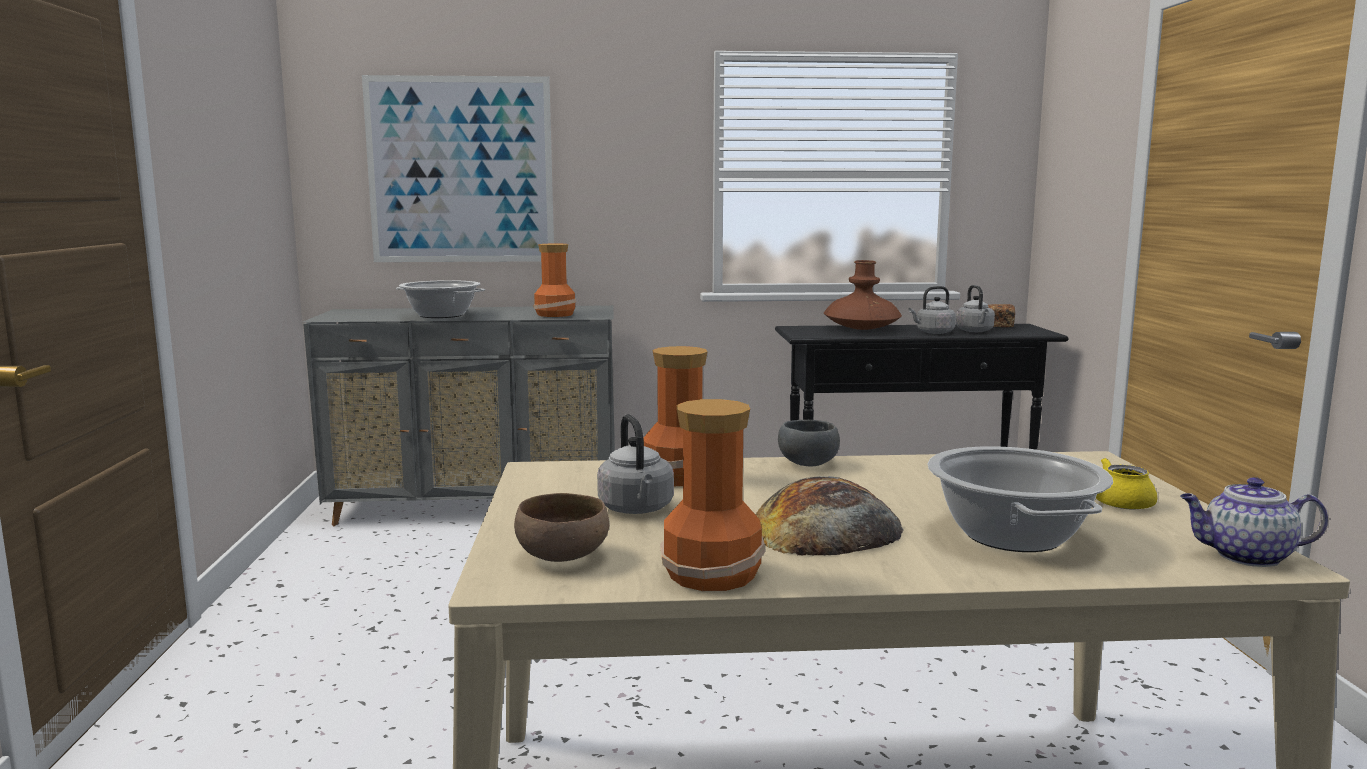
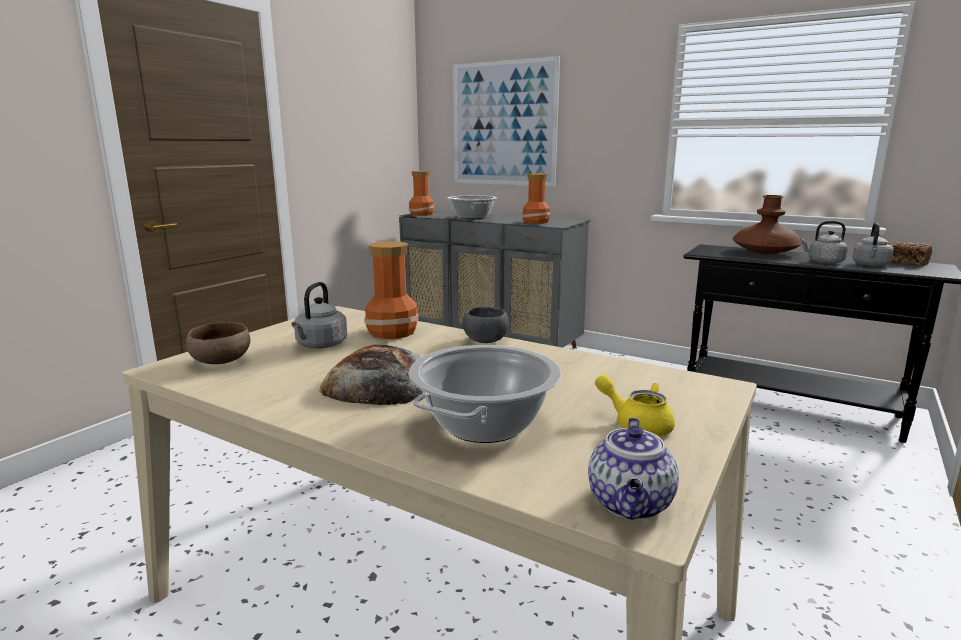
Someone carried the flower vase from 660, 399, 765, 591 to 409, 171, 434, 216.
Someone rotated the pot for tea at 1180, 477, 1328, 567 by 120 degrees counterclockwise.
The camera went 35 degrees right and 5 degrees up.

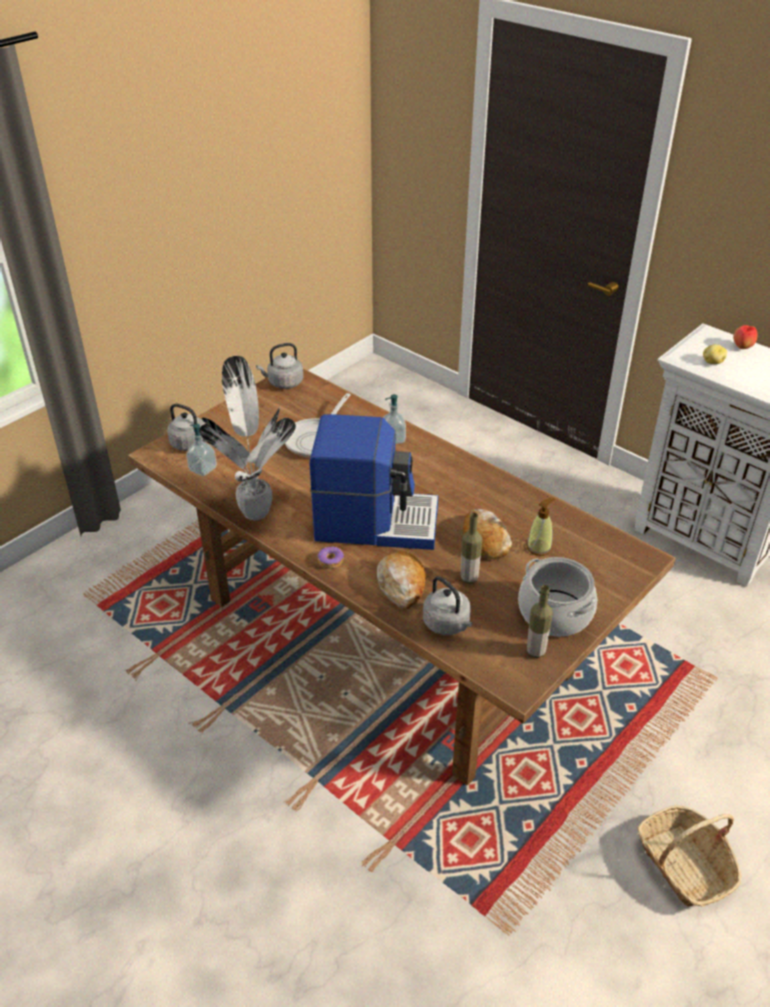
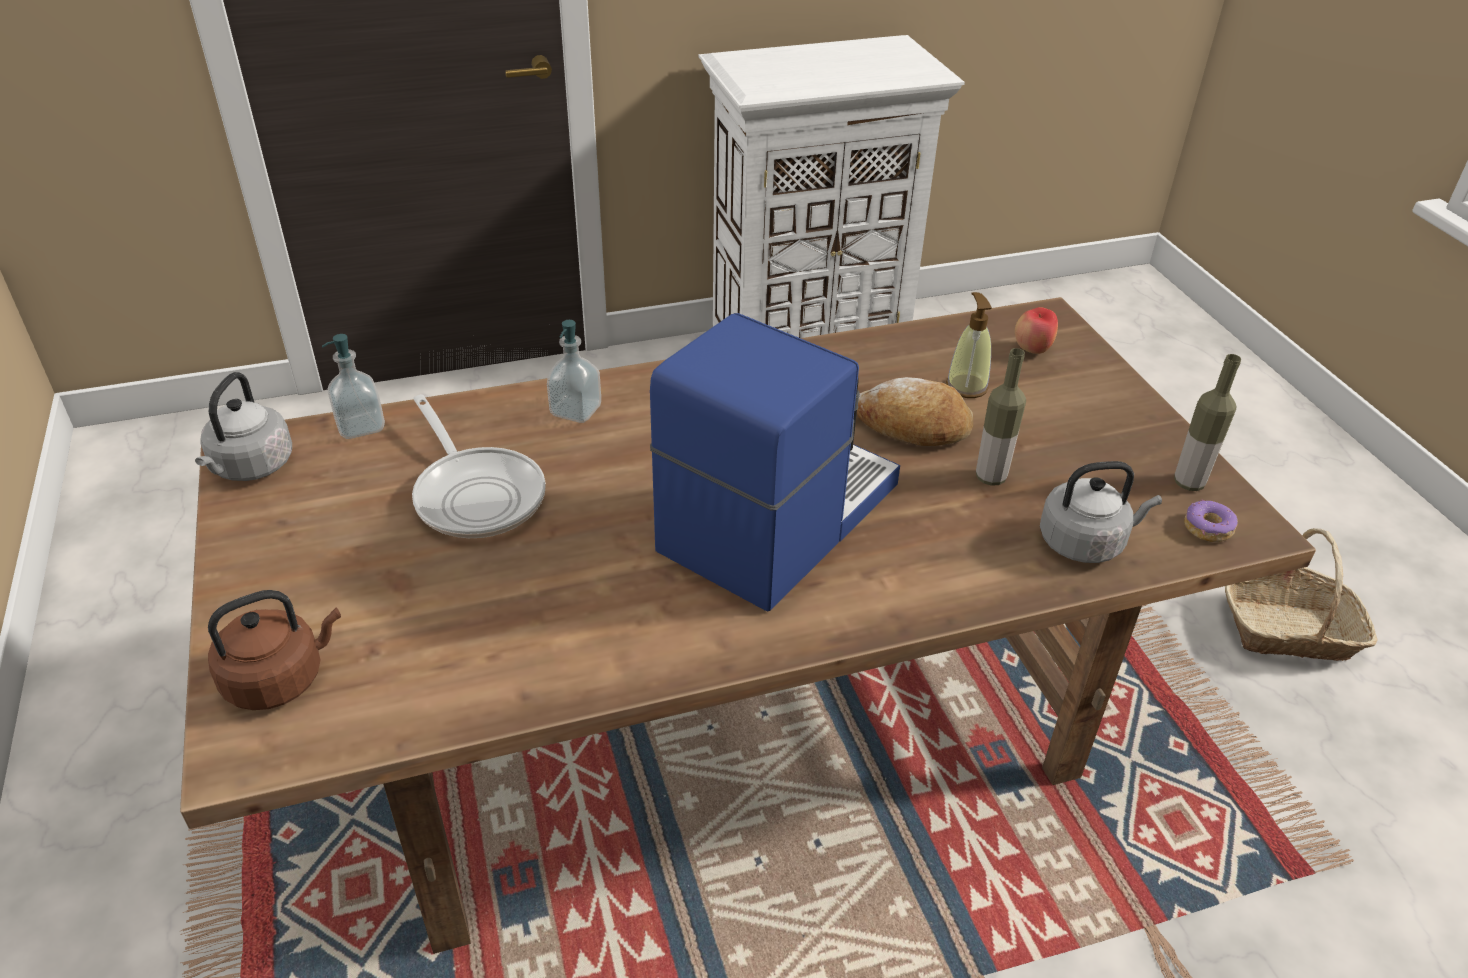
Someone carried the apple from 733, 325, 758, 349 to 1015, 307, 1058, 354.
Someone took away the spud at 703, 344, 727, 364.
Someone took away the potted plant at 199, 356, 296, 520.
Someone repainted the tea kettle (grey) at 167, 404, 206, 451, which became the tea kettle (brown) at 208, 590, 341, 710.
Someone carried the soap dispenser from 186, 424, 217, 476 to 322, 334, 385, 439.
Someone carried the donut from 317, 546, 344, 569 to 1184, 500, 1238, 542.
Someone took away the bread at 377, 551, 426, 610.
Someone took away the stockpot at 518, 557, 597, 636.
The camera went 60 degrees left and 0 degrees up.

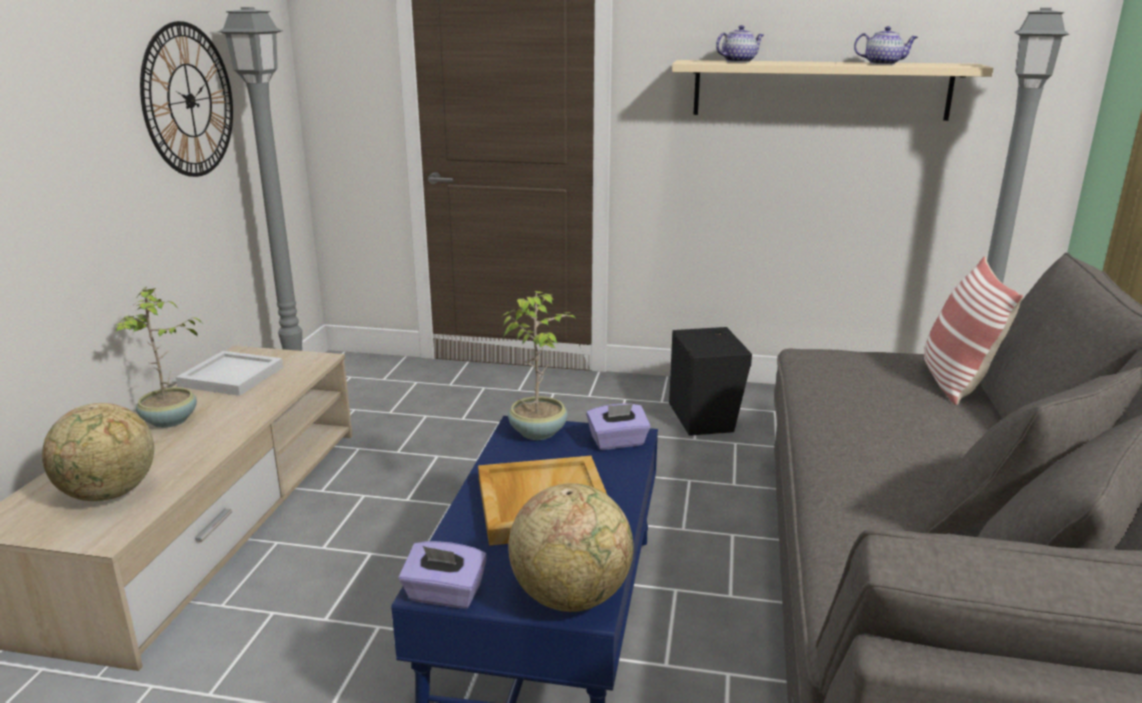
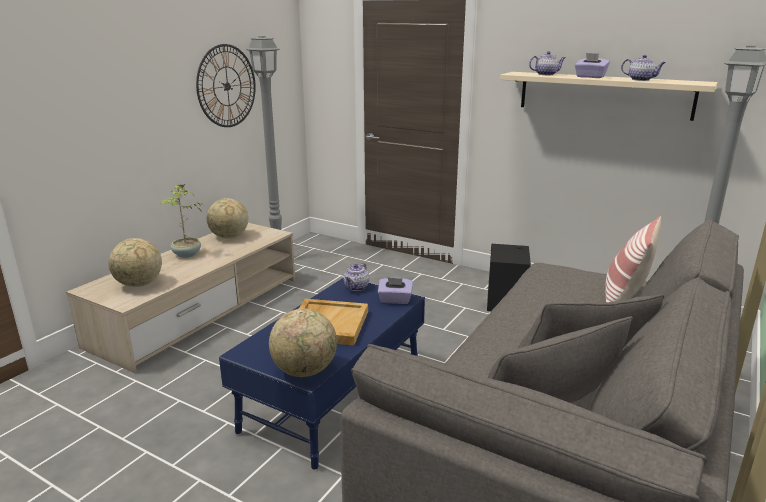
Someone swapped the potted plant at 501, 291, 578, 440 for the pot for tea at 343, 263, 369, 291.
Someone swapped the tray (whitish) at 176, 351, 283, 396 for the world globe at 207, 198, 249, 238.
Someone carried the tissue holder (purplish) from 399, 541, 487, 608 to 575, 53, 610, 78.
The camera went 20 degrees right and 0 degrees up.

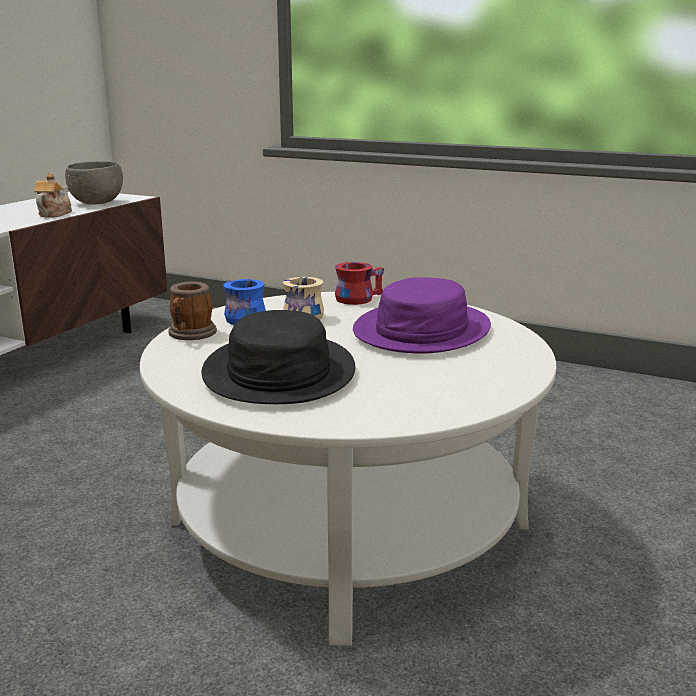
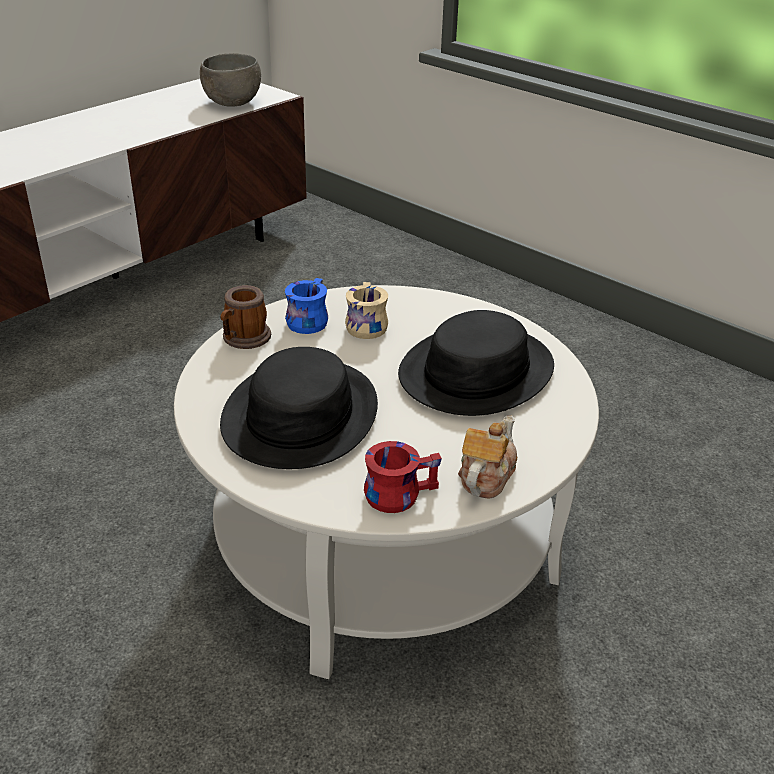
Someone carried the pot for tea from 34, 173, 72, 218 to 458, 416, 517, 498.
Someone carried the coffee mug (red-coloured) from 335, 262, 384, 305 to 364, 441, 442, 513.
Someone repainted the hat (purplish) at 353, 277, 491, 354, which became the hat (black) at 398, 310, 554, 416.
The camera went 15 degrees right and 15 degrees up.

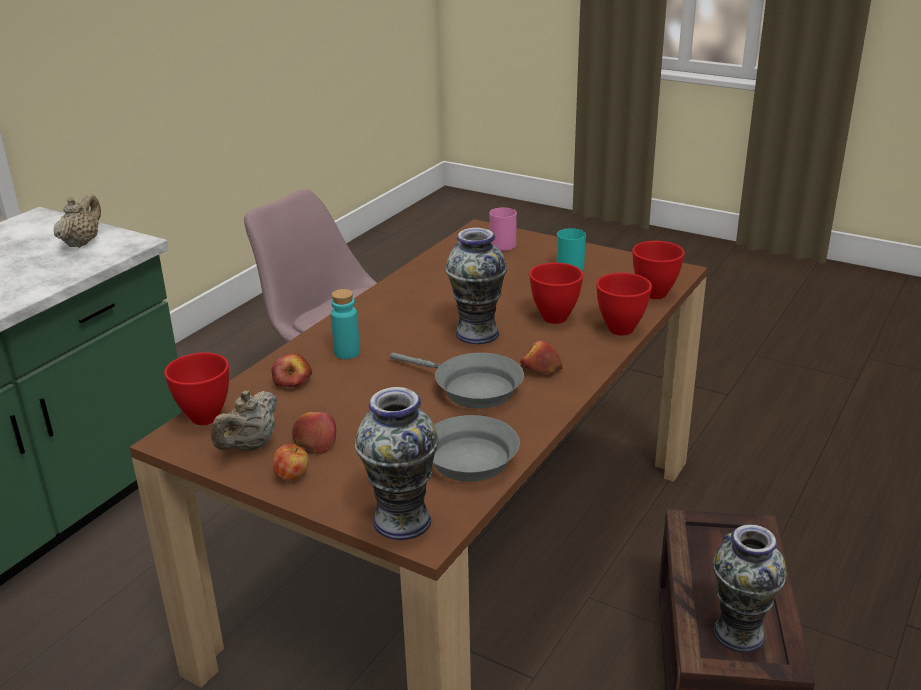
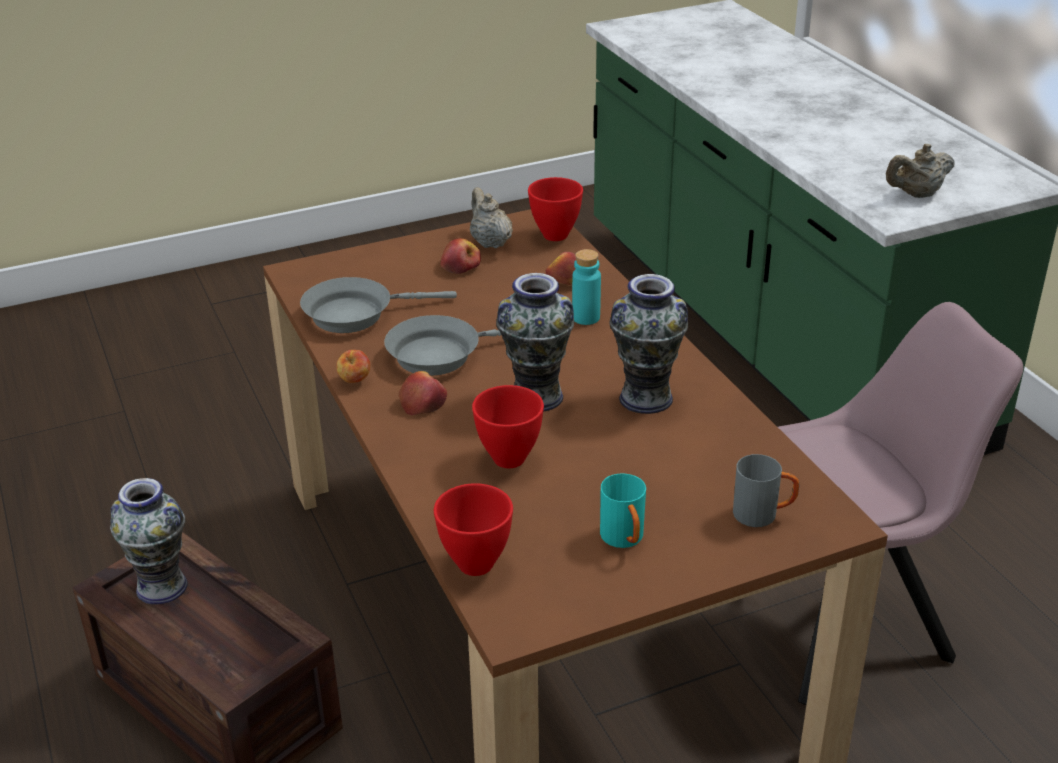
Someone rotated the pot for tea (beige-coloured) at 54, 194, 101, 248 by 105 degrees clockwise.
Someone repainted the coffee mug (pink-coloured) at 489, 208, 517, 251, which became the coffee mug (grey) at 733, 454, 799, 527.
Someone took away the serving bowl (red-coloured) at 596, 273, 652, 335.
Someone carried the flower vase from 355, 387, 438, 540 to 609, 274, 688, 414.
Someone carried the apple from 273, 444, 309, 482 to 336, 350, 370, 383.
The camera went 125 degrees right and 5 degrees up.

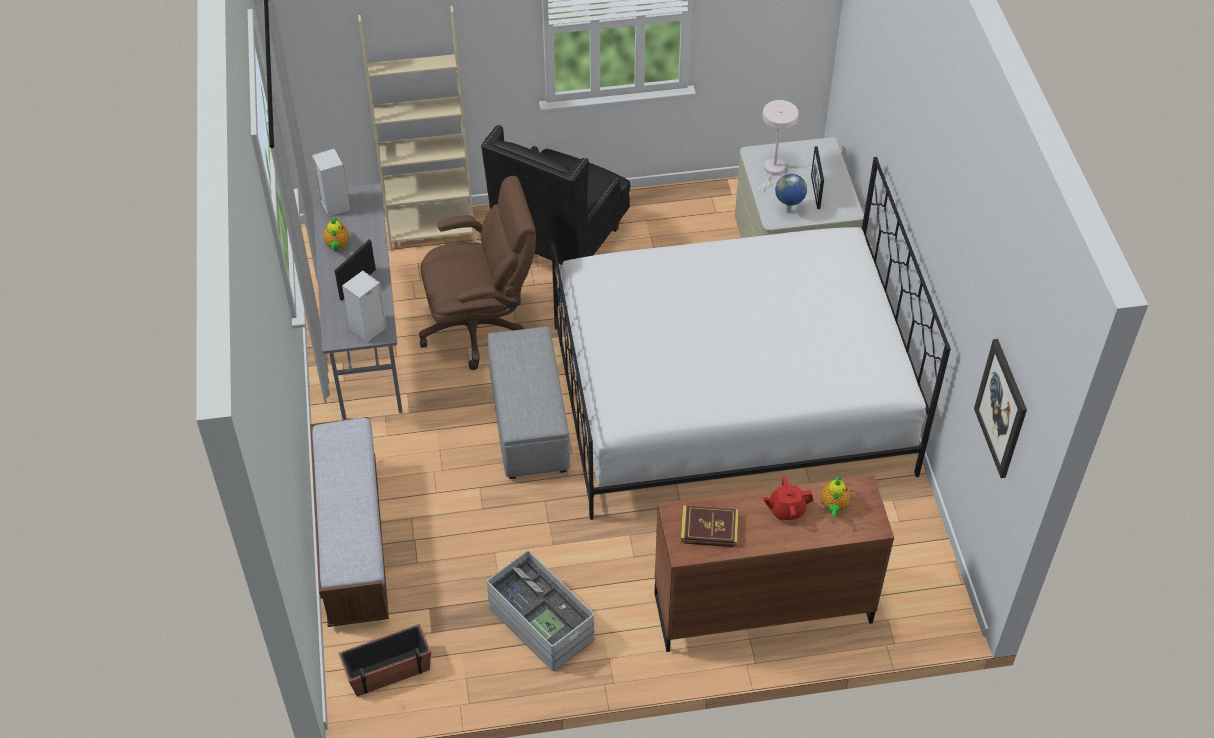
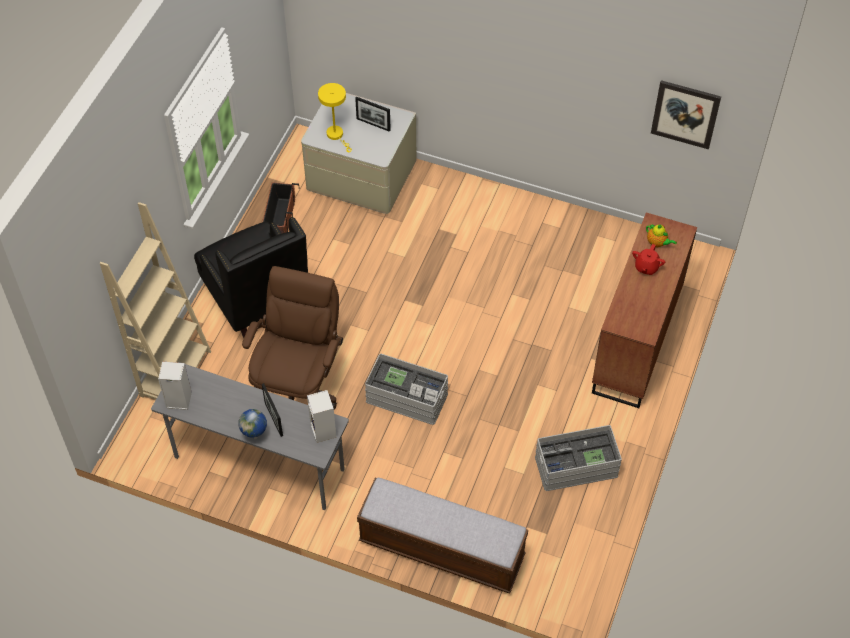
Someone repainted the table lamp (whitish) at 758, 100, 798, 191, which became the table lamp (yellow) at 318, 83, 352, 152.
Someone took away the bed (whitish) at 551, 157, 951, 520.
Someone carried the world globe from 775, 174, 807, 213 to 238, 409, 267, 439.
Someone took away the pot for tea at 323, 217, 349, 250.
Someone swapped the footrest (grey) at 488, 327, 570, 479 for the storage box (grey) at 365, 354, 448, 425.
Someone took away the book at 680, 505, 739, 547.
Someone carried the flower pot from 339, 624, 431, 697 to 262, 182, 299, 233.
The camera went 60 degrees left and 5 degrees up.

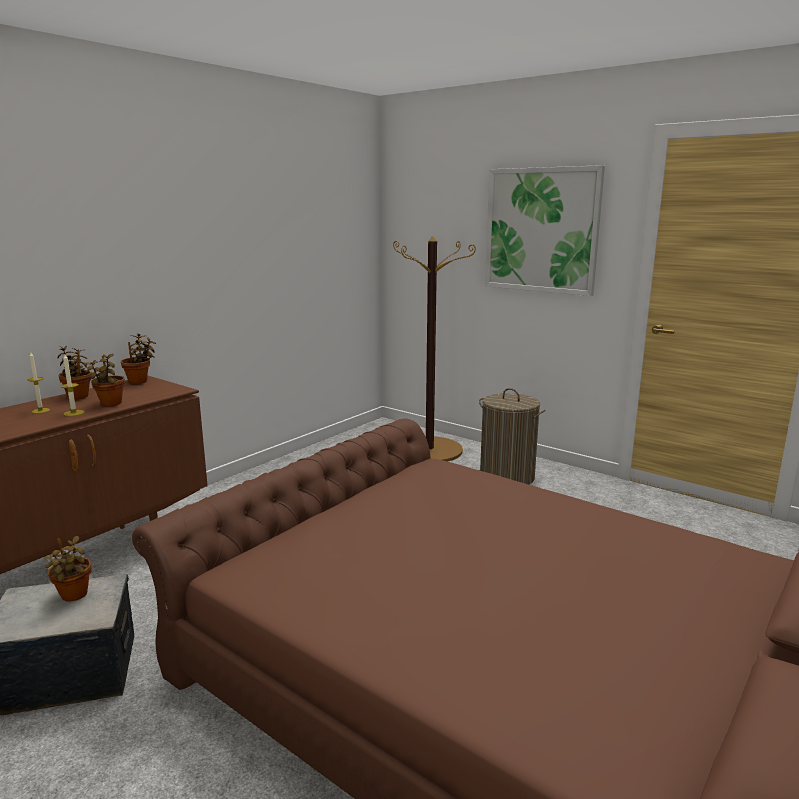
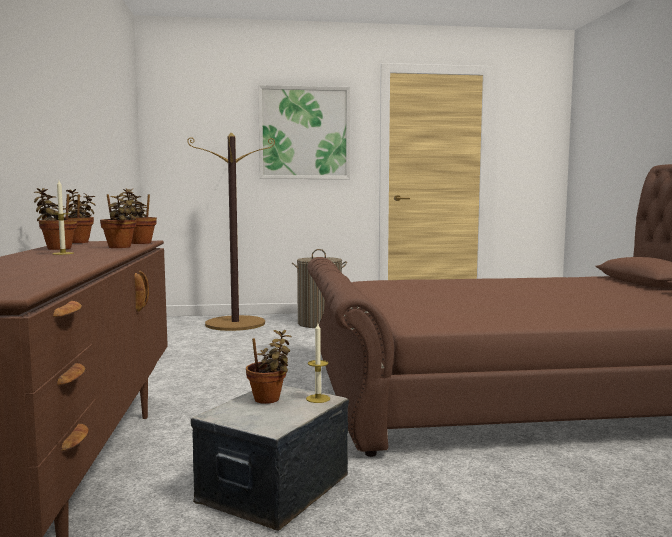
Someone carried the candle from 61, 354, 84, 416 to 306, 323, 330, 403.
Someone put down the potted plant at 122, 189, 157, 244.
The camera went 45 degrees left and 10 degrees down.

